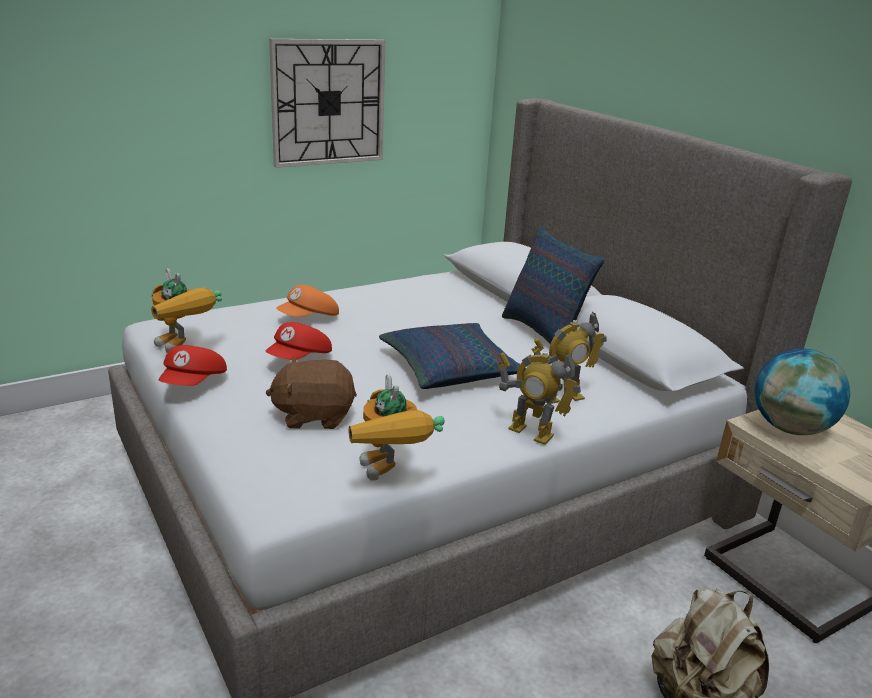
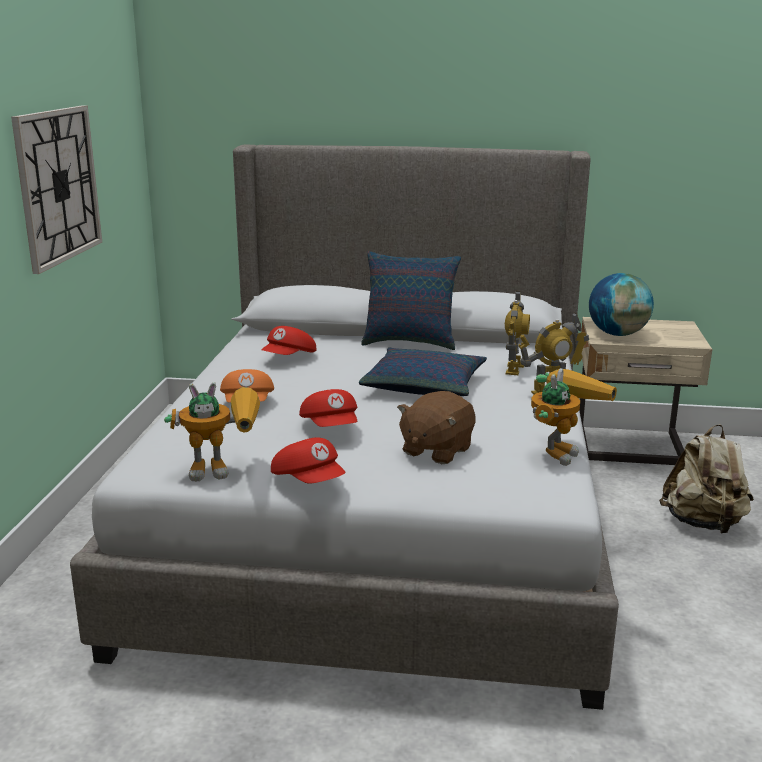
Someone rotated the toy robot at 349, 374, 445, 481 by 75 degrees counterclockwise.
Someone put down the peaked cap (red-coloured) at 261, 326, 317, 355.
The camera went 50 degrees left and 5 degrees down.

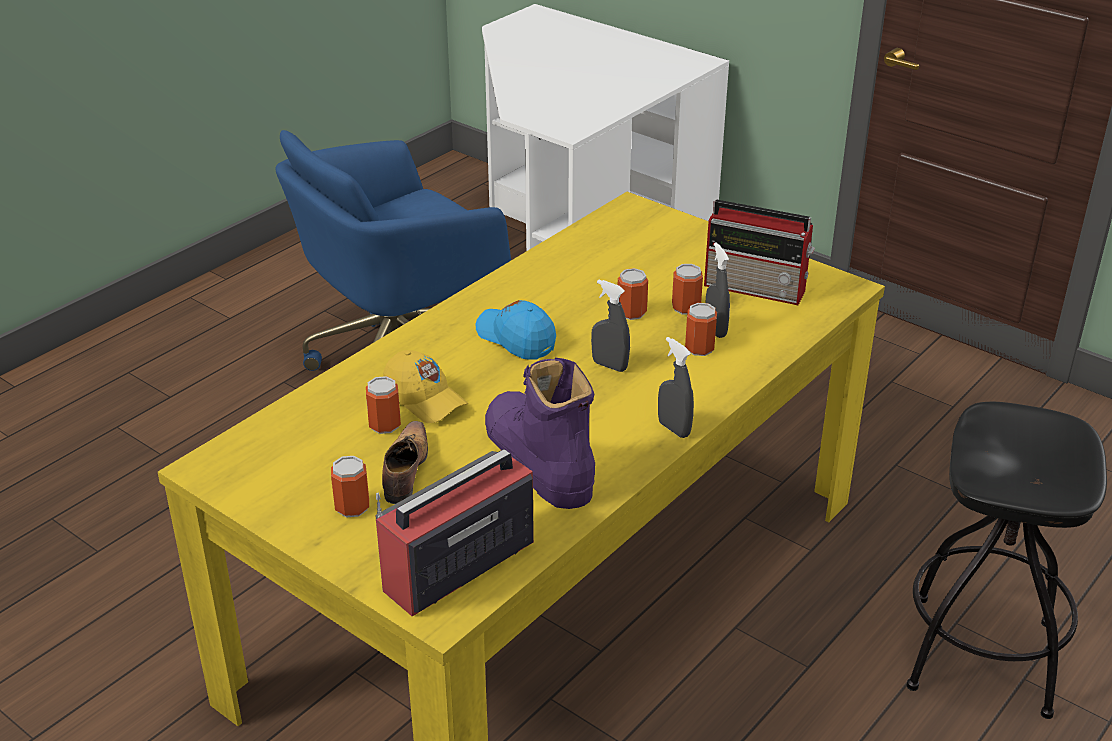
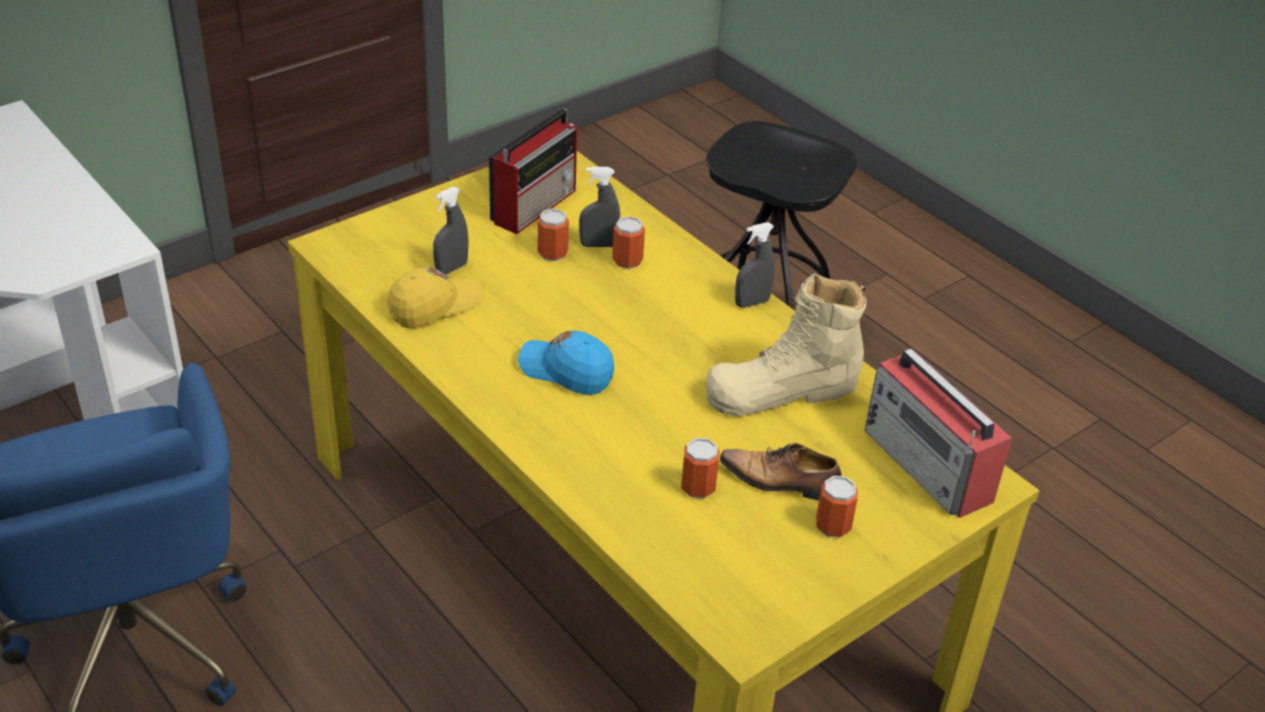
Someone took away the metal can at 618, 268, 648, 320.
Someone carried the sprayer (grey) from 591, 279, 630, 372 to 433, 187, 468, 275.
Someone rotated the peaked cap (blue) at 476, 300, 556, 360 by 60 degrees clockwise.
Someone carried the peaked cap (yellow) from 383, 350, 468, 423 to 388, 267, 480, 328.
Someone repainted the boot (purplish) at 485, 357, 595, 509, which became the boot (beige-coloured) at 706, 273, 866, 416.
The camera went 80 degrees left and 5 degrees up.

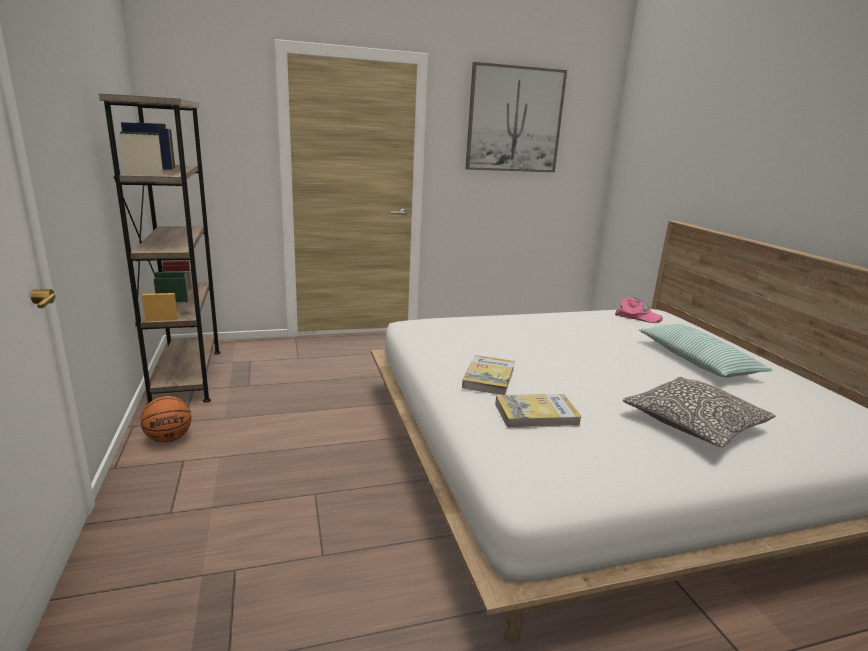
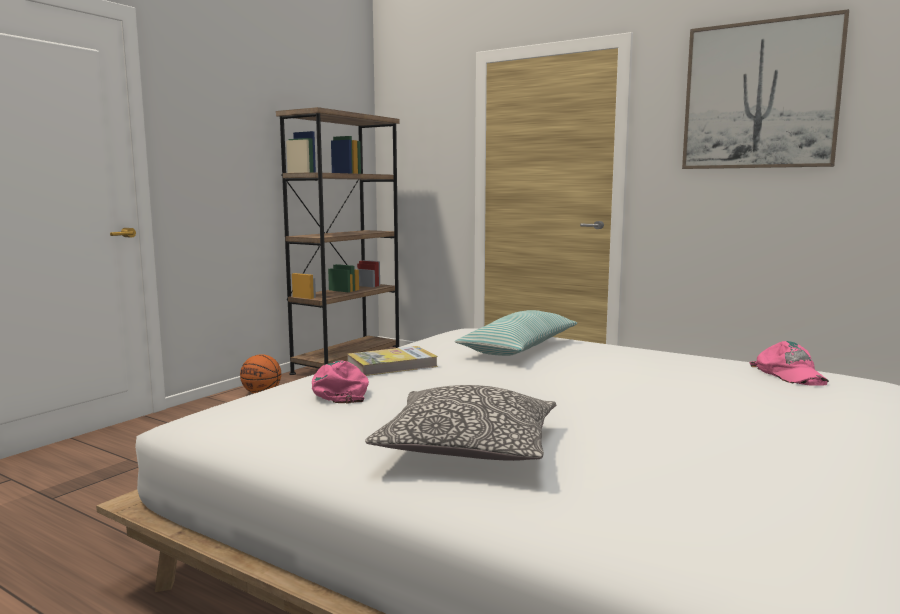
Someone carried the cushion from 639, 324, 772, 377 to 455, 310, 577, 356.
Someone swapped the book at 495, 394, 582, 428 for the peaked cap (pink-coloured) at 312, 360, 369, 404.
The camera went 50 degrees right and 10 degrees down.

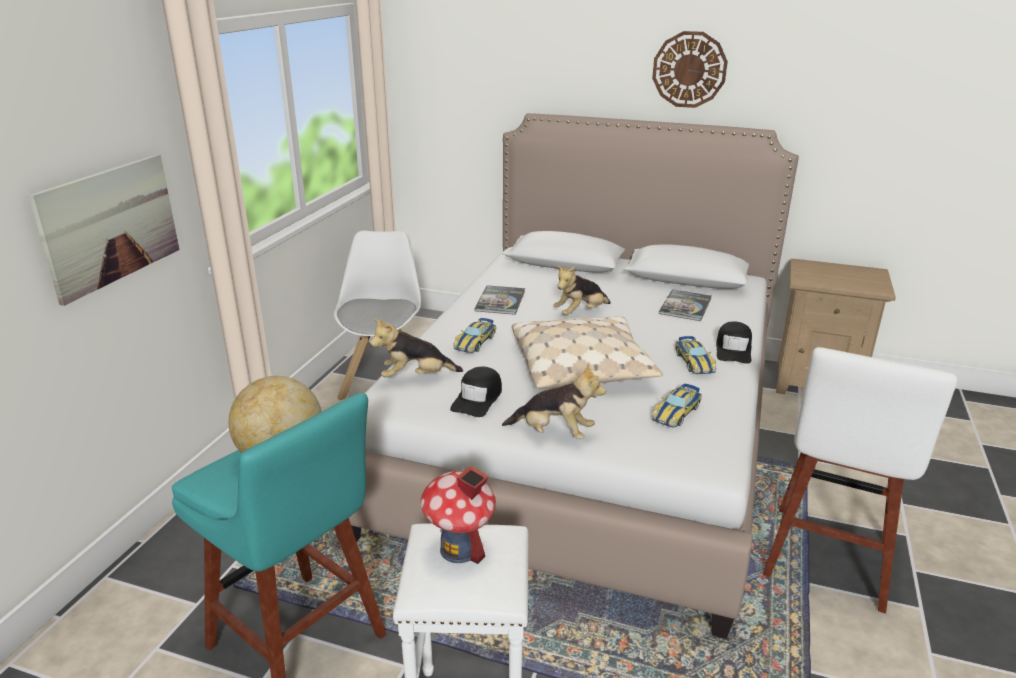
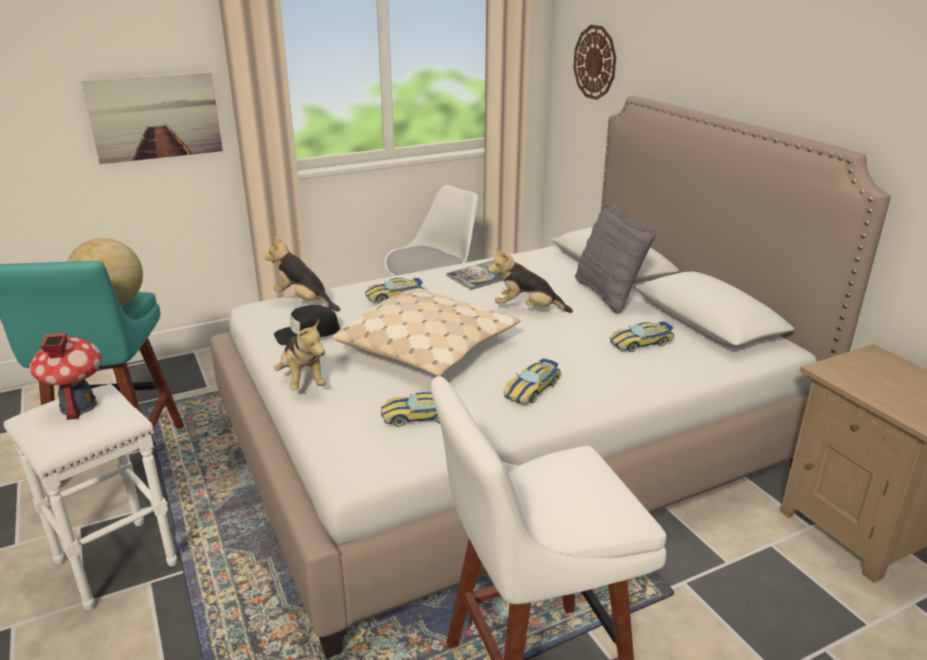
Someone carried the clock on the wall from 652, 31, 728, 108 to 573, 25, 616, 100.
Someone swapped the book at 659, 289, 712, 321 for the toy car at 610, 322, 675, 352.
Someone took away the peaked cap (black) at 716, 321, 752, 364.
Someone put down the cushion (grey) at 575, 202, 657, 314.
The camera went 45 degrees right and 0 degrees up.

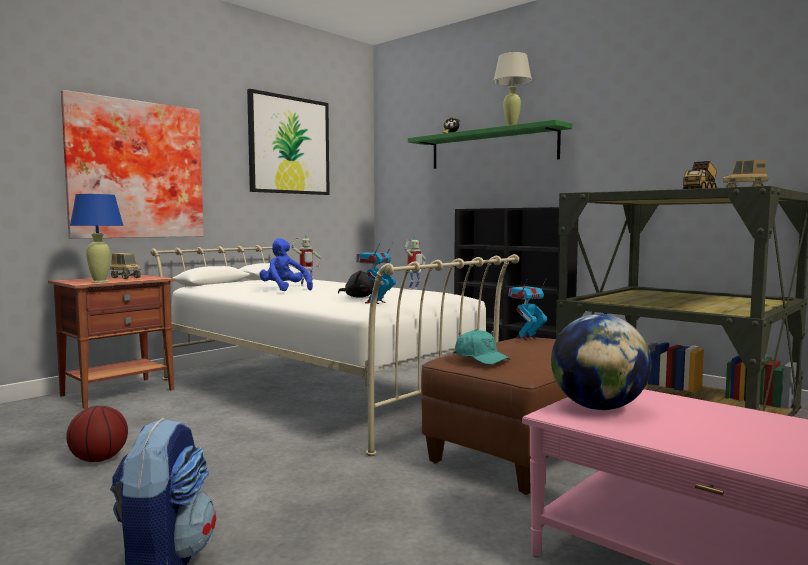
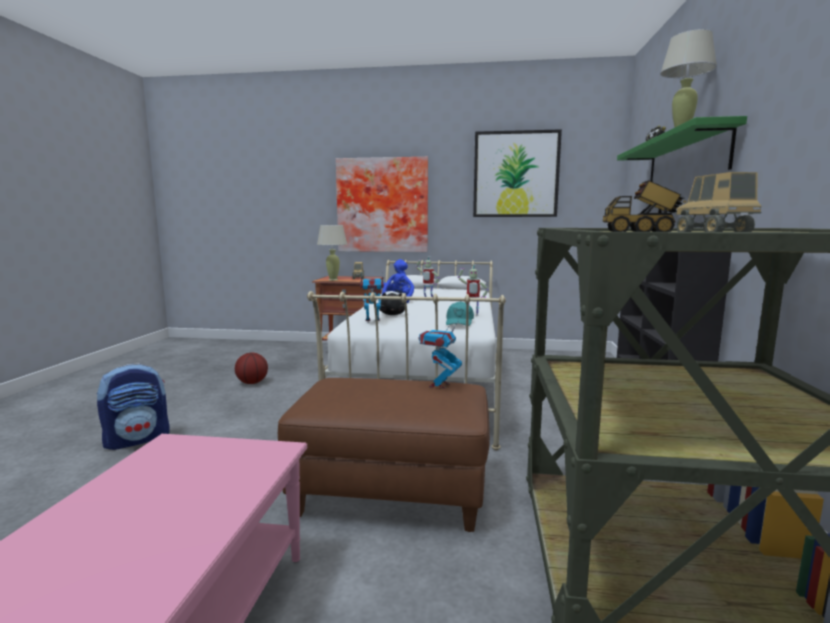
Someone repainted the table lamp (blue) at 70, 194, 123, 283, which became the table lamp (beige-coloured) at 317, 225, 347, 280.
Someone rotated the toy robot at 508, 278, 547, 341 by 90 degrees counterclockwise.
Someone took away the world globe at 551, 314, 651, 410.
Someone carried the peaked cap (blue-green) from 455, 329, 510, 365 to 446, 301, 474, 326.
The camera went 55 degrees right and 5 degrees up.

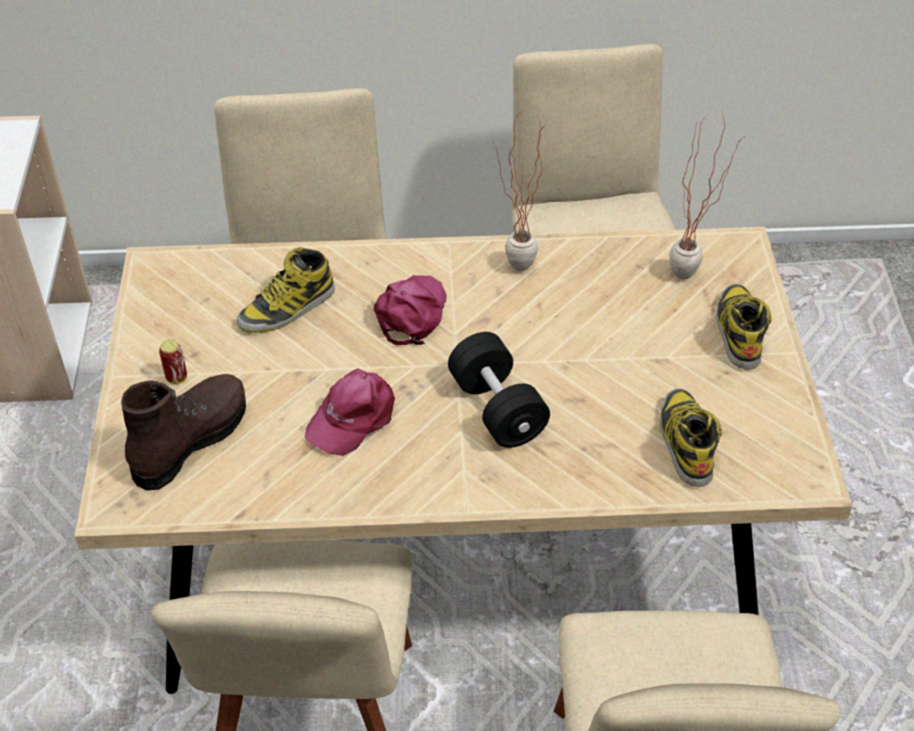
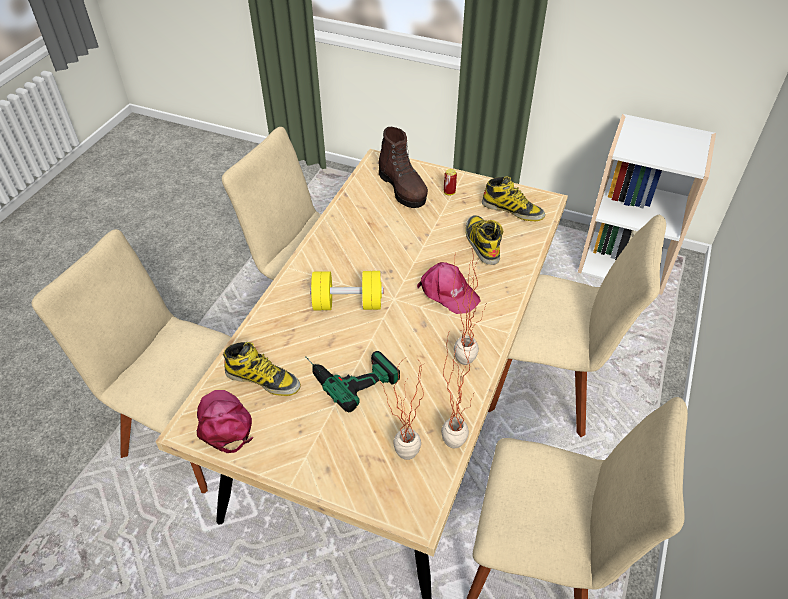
Someone carried the boot from 716, 284, 772, 370 to 482, 176, 545, 221.
Someone repainted the hand weight (black) at 448, 332, 550, 448, which became the hand weight (yellow) at 310, 271, 383, 310.
Someone carried the peaked cap (pink-coloured) from 305, 368, 395, 456 to 197, 390, 254, 453.
Someone put down the potted plant at 441, 330, 477, 448.
Someone put down the drill at 305, 351, 400, 412.
The camera went 115 degrees right and 0 degrees up.

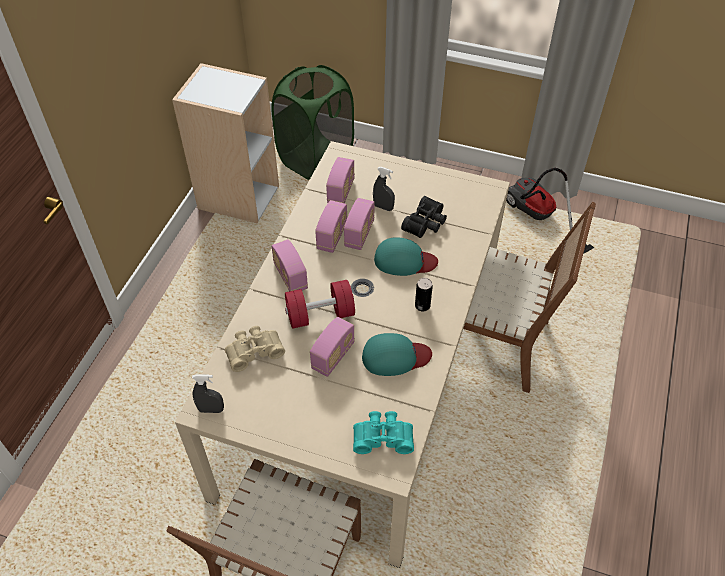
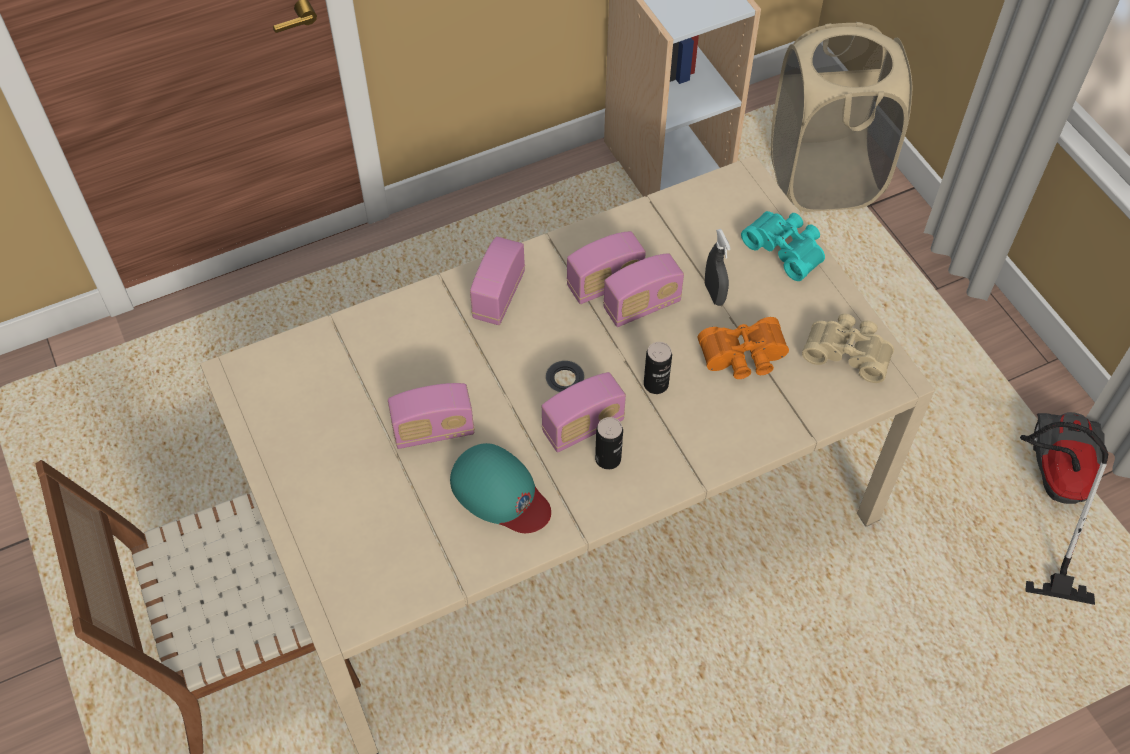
Someone repainted the laundry basket (green-coloured) at 271, 65, 354, 180, which became the laundry basket (beige-coloured) at 771, 22, 912, 212.
Someone carried the radio set from 326, 157, 355, 203 to 541, 372, 626, 452.
Someone repainted the pair of binoculars (black) at 401, 196, 447, 238, which became the pair of binoculars (orange) at 698, 317, 789, 379.
Someone took away the upright chair at 463, 202, 596, 393.
Someone swapped the peaked cap (blue-green) at 374, 237, 438, 276 for the metal can at 644, 342, 672, 394.
Someone took away the hand weight (red-coloured) at 285, 280, 355, 329.
Someone carried the pair of binoculars (beige-coloured) from 225, 326, 285, 372 to 802, 314, 894, 383.
Someone took away the sprayer (grey) at 192, 374, 224, 413.
Someone carried the pair of binoculars (blue-green) from 353, 411, 414, 454 to 741, 211, 825, 281.
The camera went 45 degrees right and 5 degrees up.

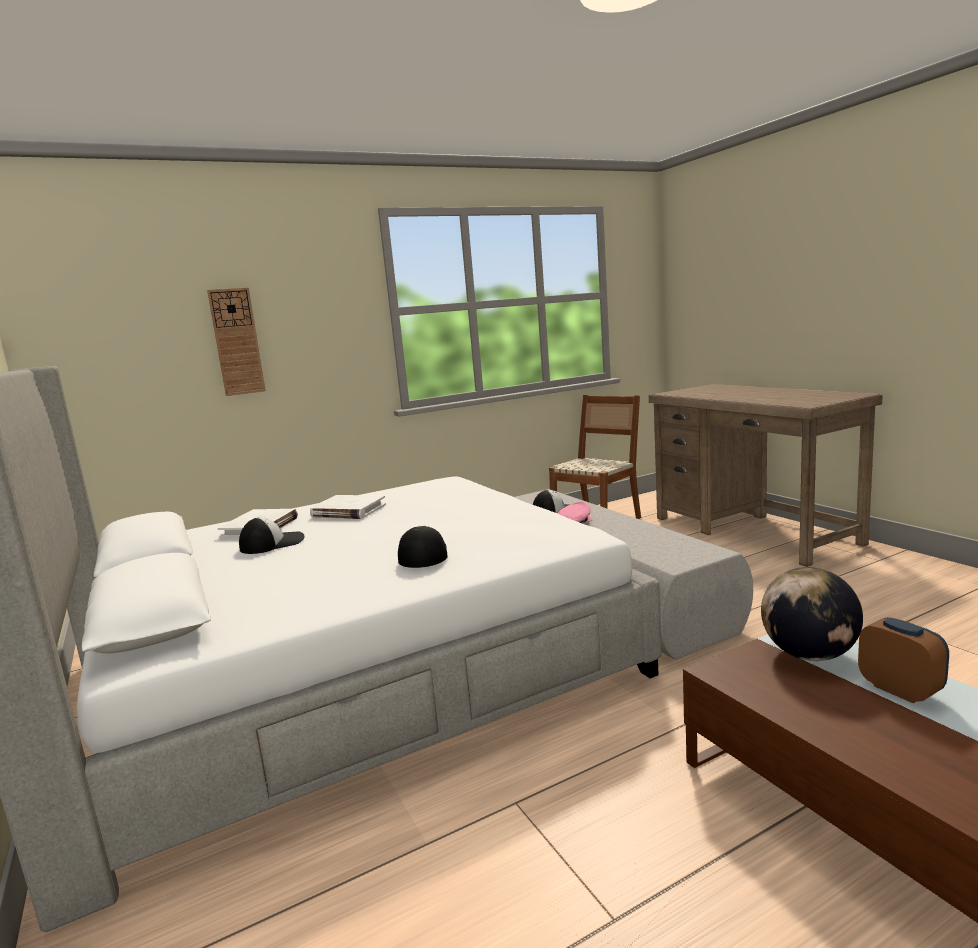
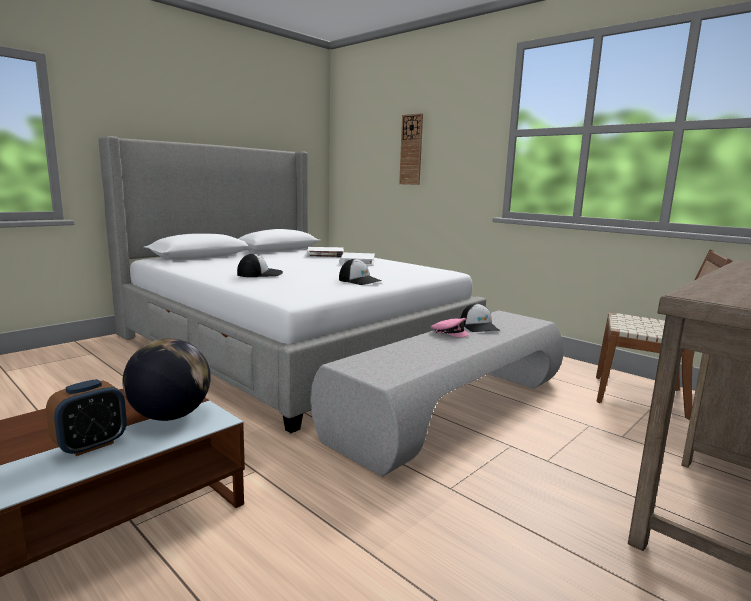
Someone carried the peaked cap from 239, 518, 305, 554 to 339, 259, 382, 285.
The camera went 70 degrees right and 0 degrees up.

